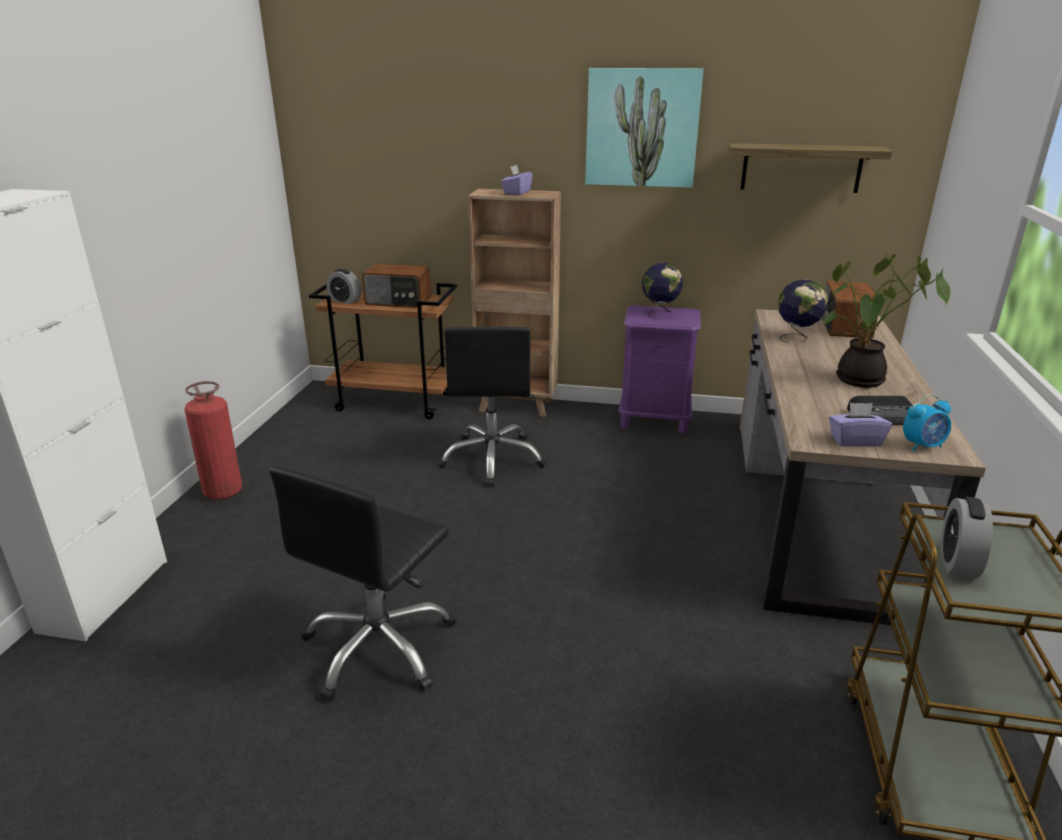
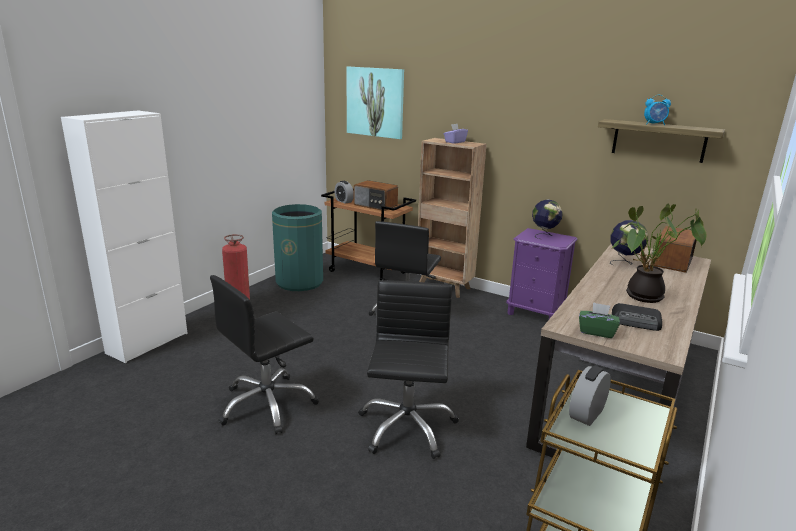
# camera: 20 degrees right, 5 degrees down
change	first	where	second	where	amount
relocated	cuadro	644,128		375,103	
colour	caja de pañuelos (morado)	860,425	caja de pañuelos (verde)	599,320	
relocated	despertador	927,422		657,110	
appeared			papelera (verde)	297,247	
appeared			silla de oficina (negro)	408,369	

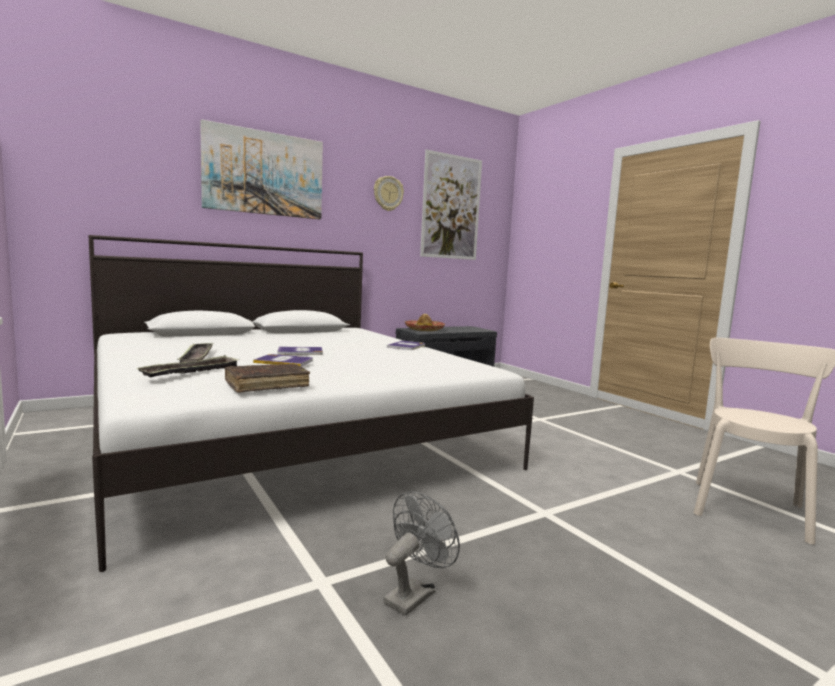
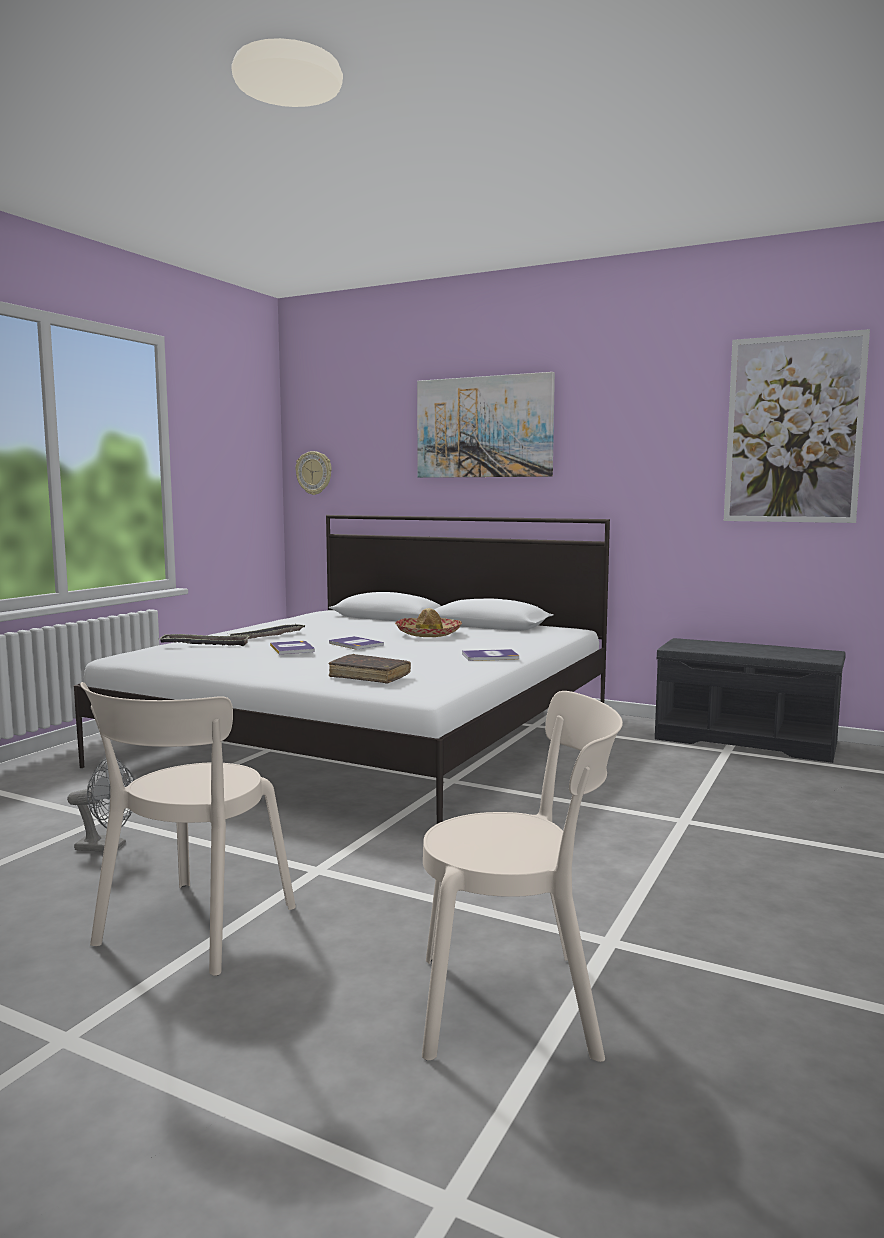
# camera: 60 degrees right, 0 degrees up
change	first	where	second	where	amount
relocated	libro (marrón)	267,378		370,669	
relocated	reloj de pared	389,193		313,473	
relocated	sombrero	424,322		428,622	
appeared			silla (beis)	188,829	

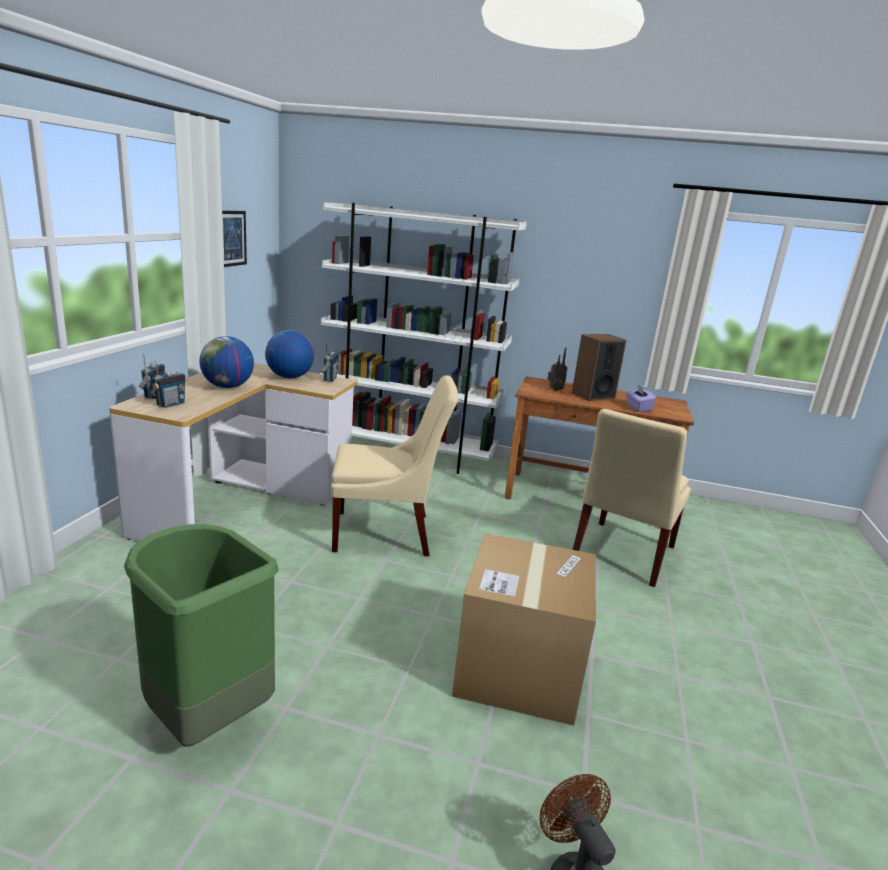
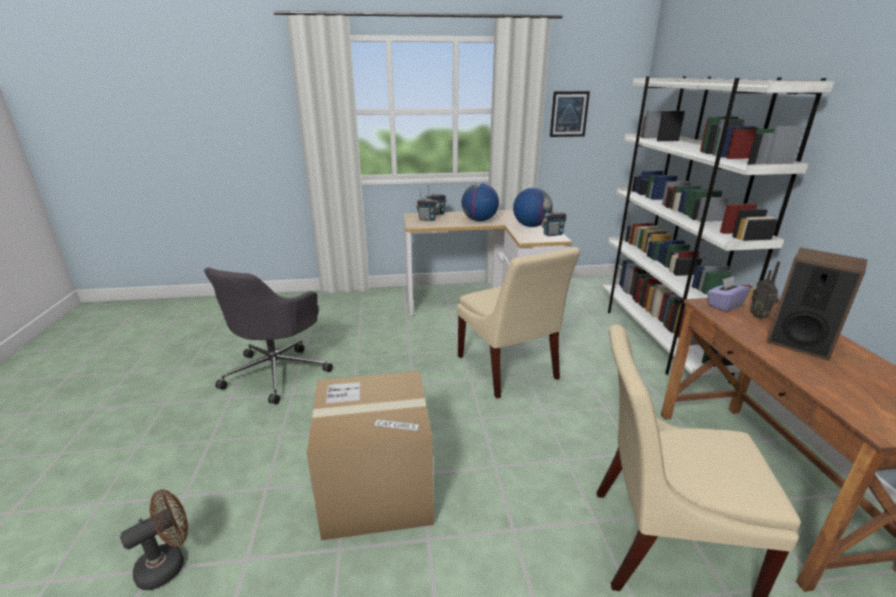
# camera: 70 degrees right, 5 degrees up
change	first	where	second	where	amount
exchanged	papelera (verde)	201,635	silla de oficina (gris)	268,336	
relocated	caja de pañuelos (morado)	641,398		729,294	

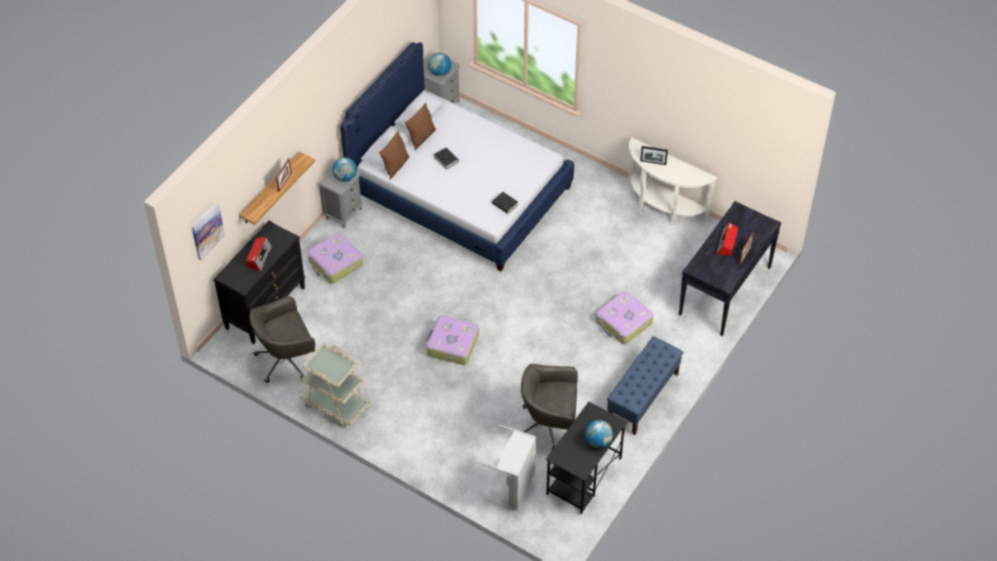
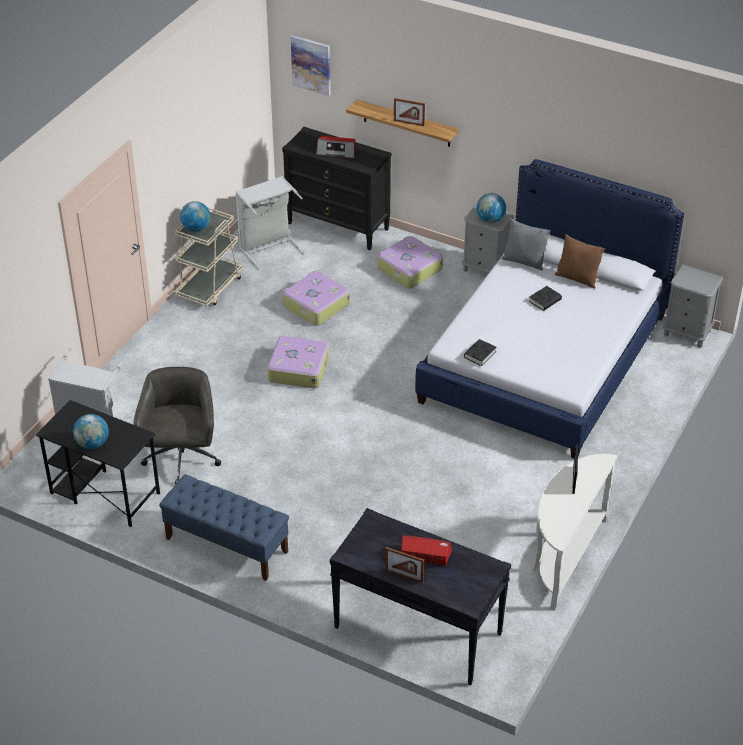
# camera: 85 degrees right, 10 degrees down
change	first	where	second	where	amount
exchanged	silla de oficina (gris)	282,339	cesto de la ropa (gris)	270,223	
colour	cojín (marrón)	394,155	cojín (gris)	526,244	
relocated	globo terráqueo	439,64		195,216	
relocated	maleta	625,317		316,298	

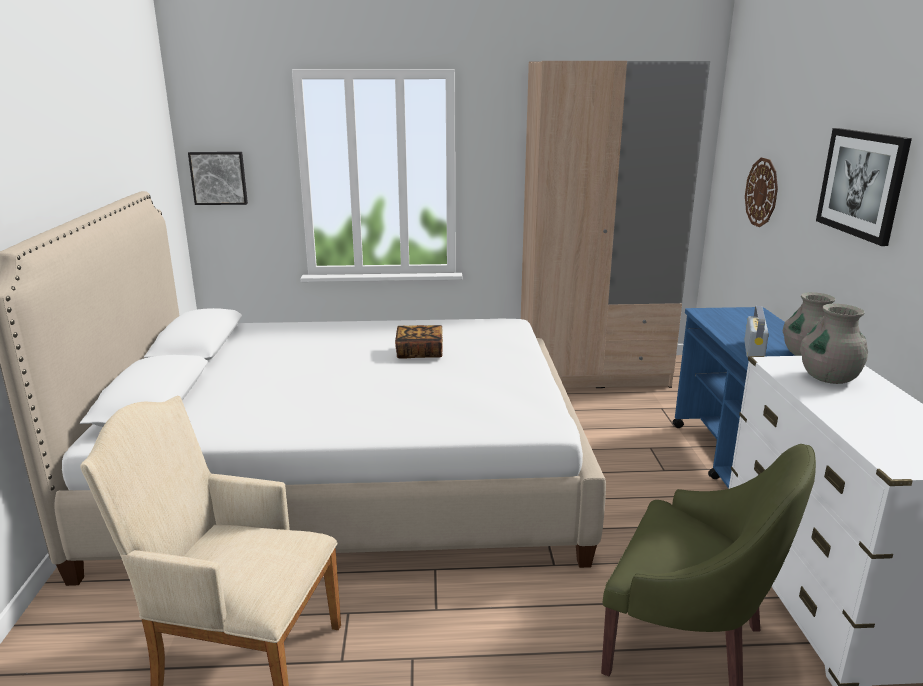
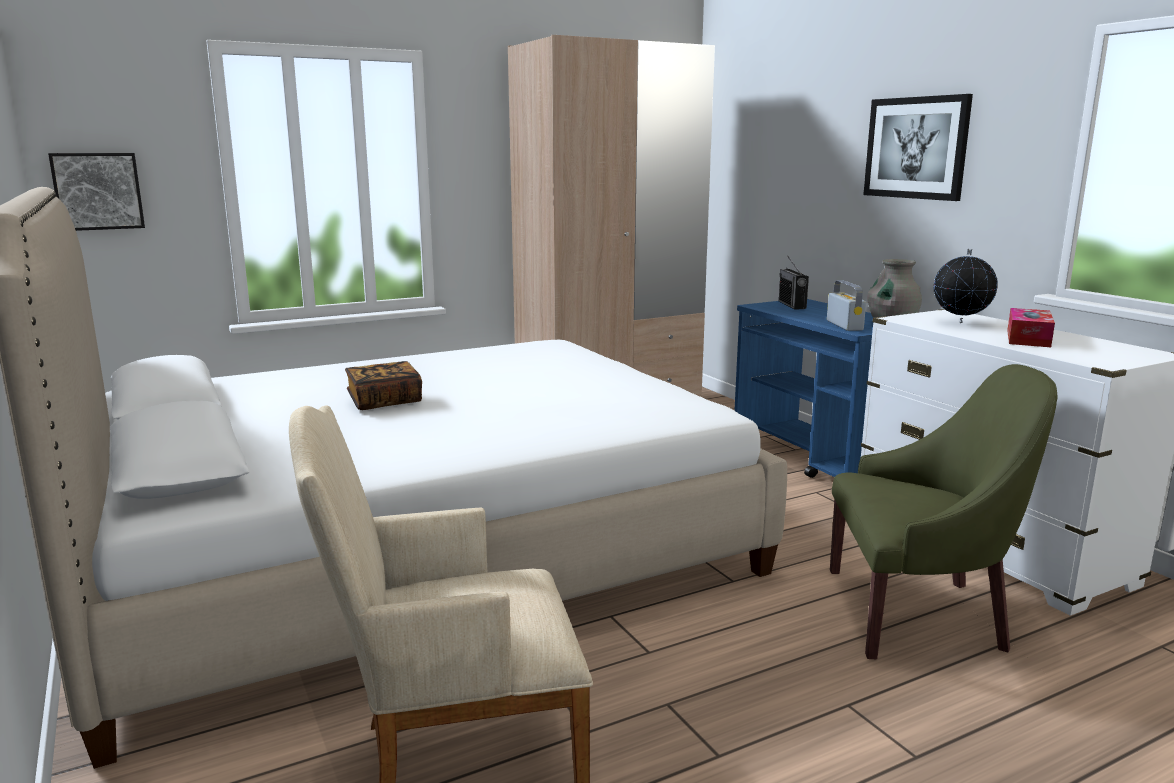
# camera: 25 degrees left, 5 degrees down
change	first	where	second	where	amount
relocated	libro	419,342		383,385	
missing	reloj de pared	761,192			
exchanged	florero (gris)	834,344	globo terráqueo	966,286	
appeared			radio	794,282	
appeared			caja de pañuelos	1031,327	

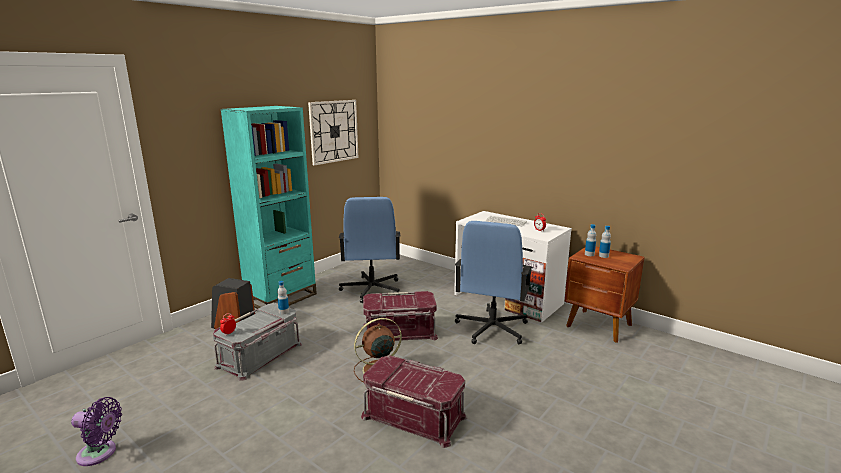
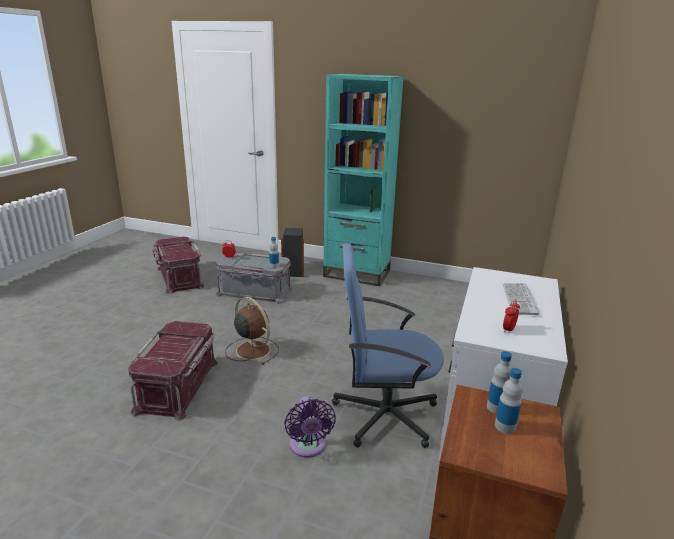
# camera: 70 degrees right, 5 degrees up
change	first	where	second	where	amount
relocated	ventilador (morado)	96,431		310,427	
missing	reloj de pared	333,133			
missing	silla de oficina (azul)	369,250			
relocated	caja de almacenaje (rojo)	400,316		178,265	

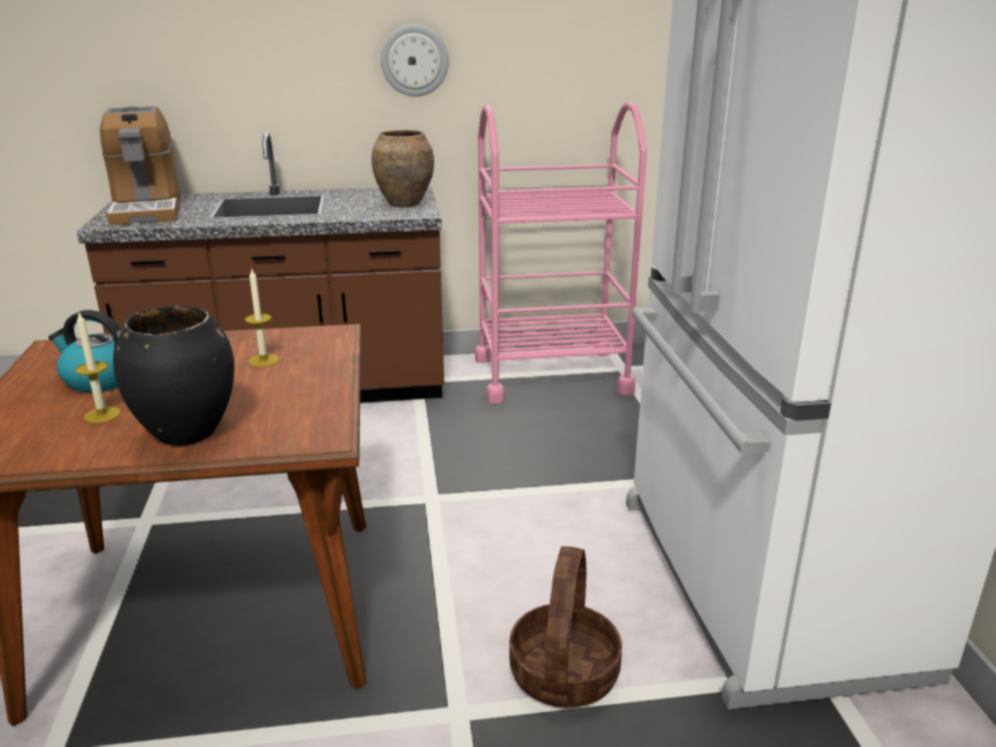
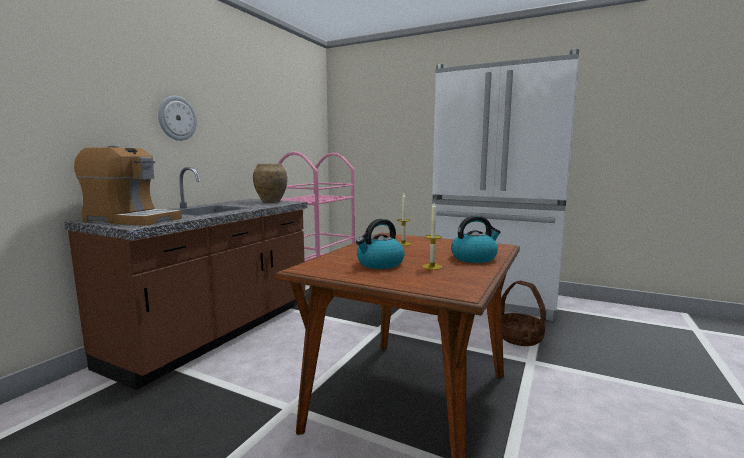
# camera: 55 degrees left, 15 degrees down
change	first	where	second	where	amount
exchanged	florero (negro)	173,375	hervidor	476,239	
relocated	reloj de pared	415,60		177,118	

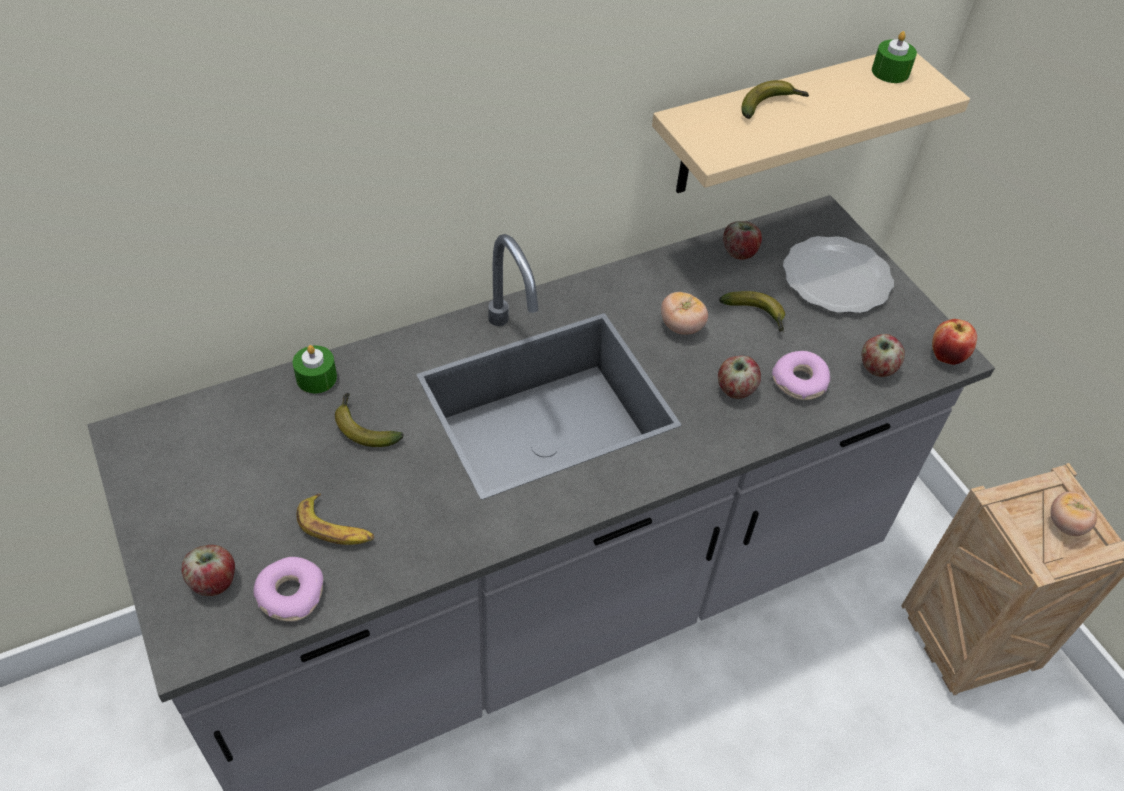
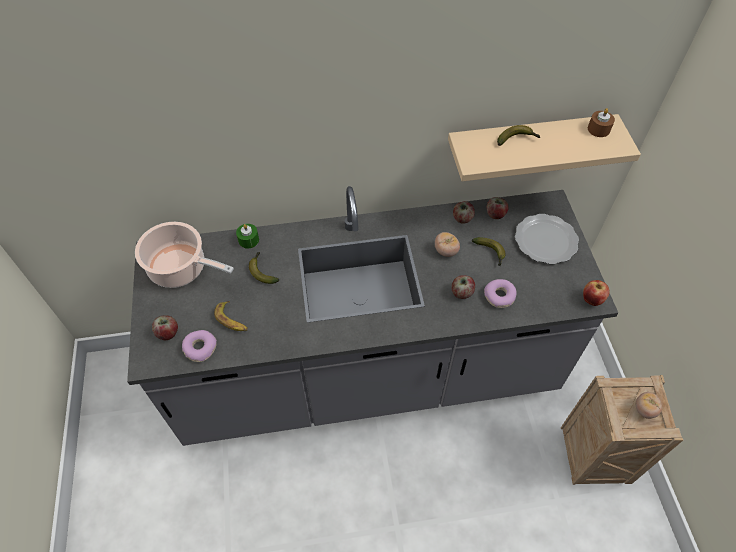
# camera: 20 degrees right, 5 degrees up
change	first	where	second	where	amount
relocated	manzana	883,355		464,212	
colour	vela (verde)	894,57	vela (marrón)	601,122	
appeared			olla	184,255	

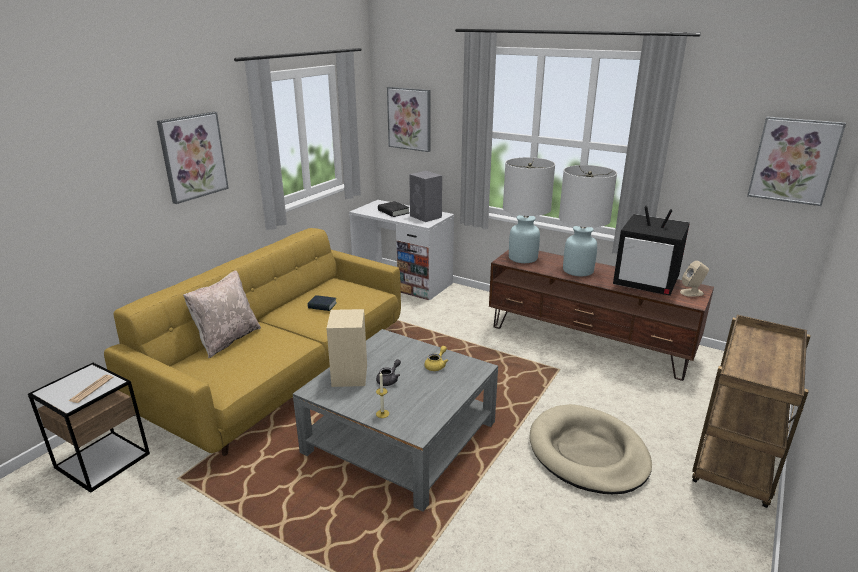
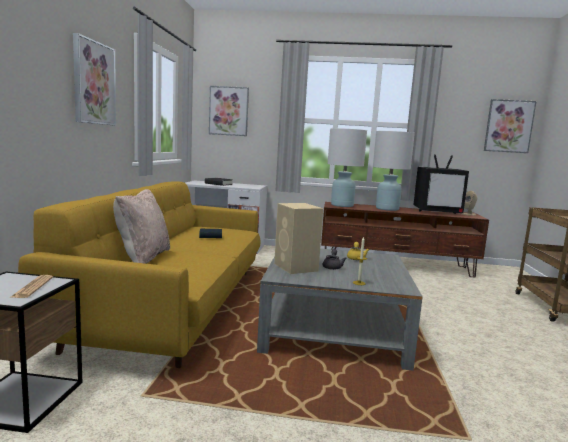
# camera: 25 degrees left, 15 degrees down
change	first	where	second	where	amount
missing	altavoz (gris)	425,196			
missing	cama para perro (beis)	591,449			

